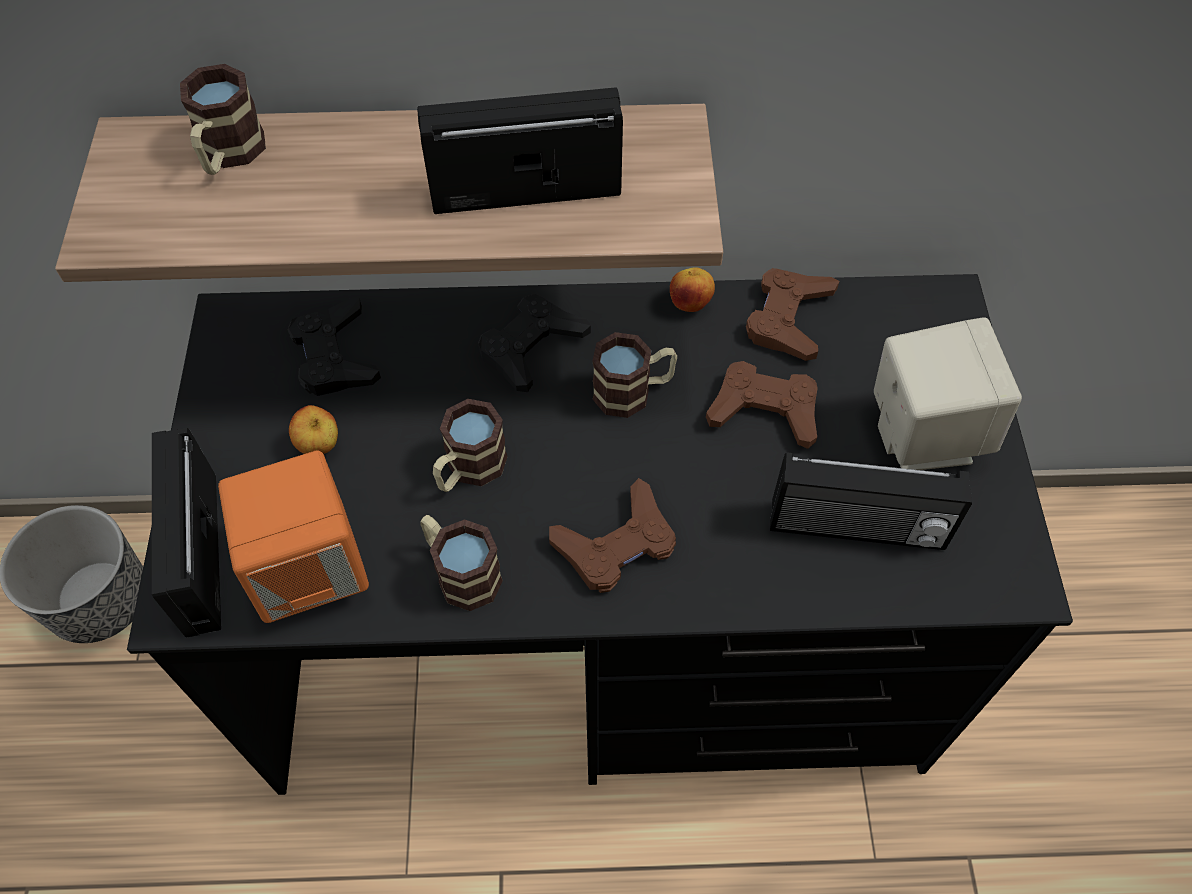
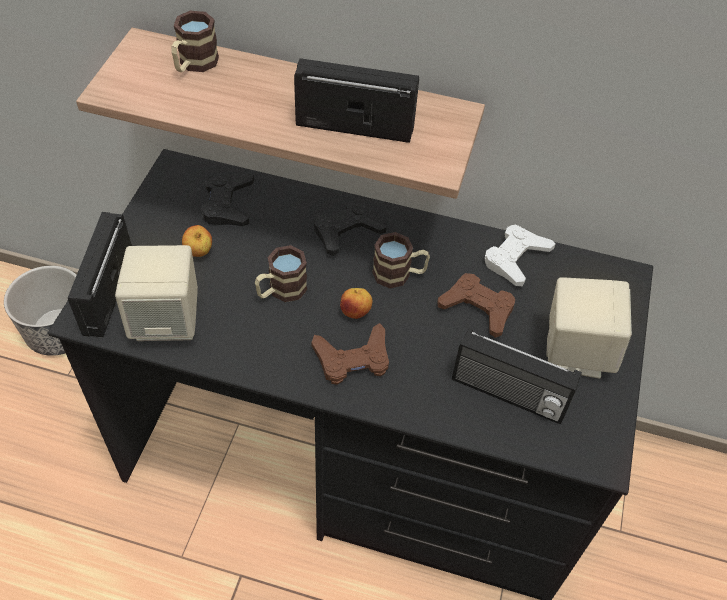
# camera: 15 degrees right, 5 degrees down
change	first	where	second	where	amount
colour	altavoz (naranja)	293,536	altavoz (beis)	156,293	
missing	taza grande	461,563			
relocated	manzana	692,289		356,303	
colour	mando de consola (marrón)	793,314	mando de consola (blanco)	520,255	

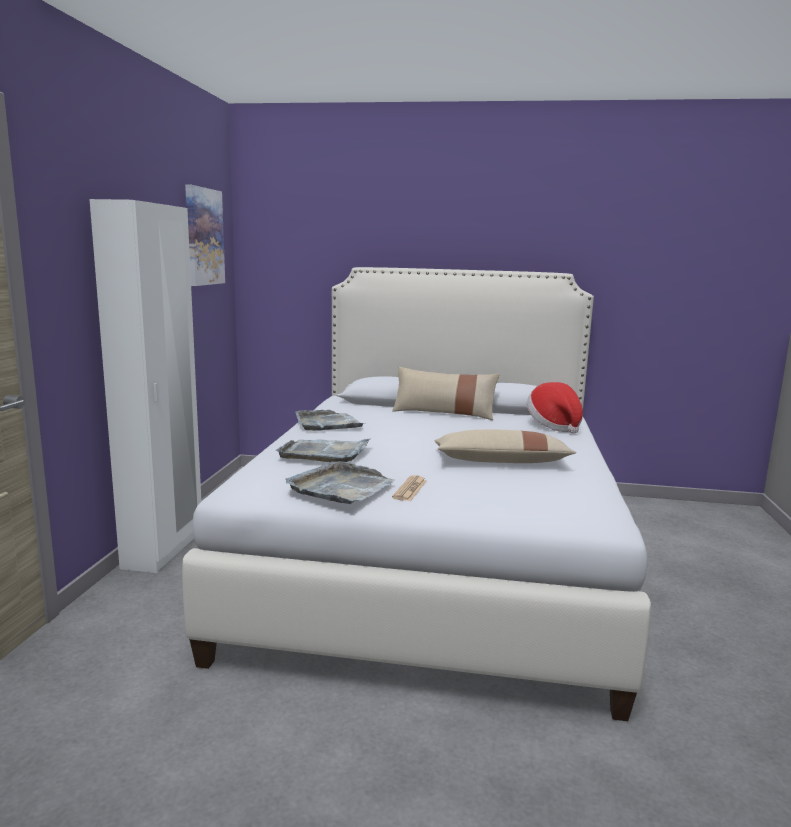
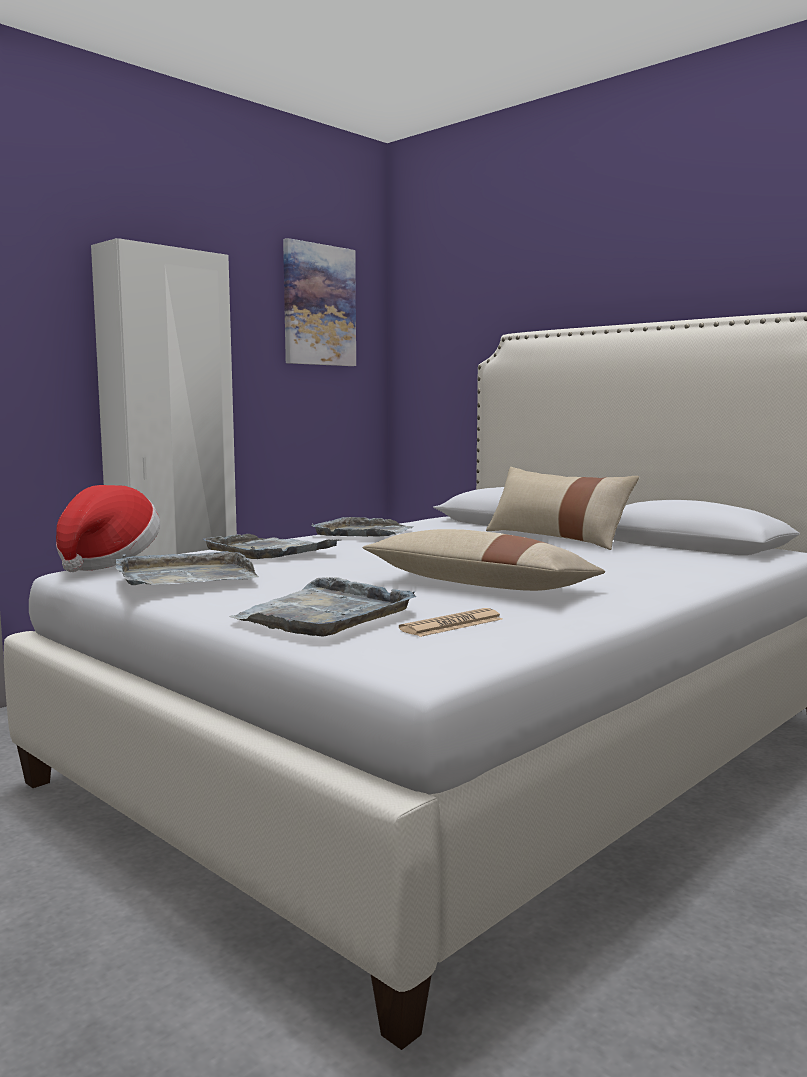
# camera: 35 degrees right, 5 degrees down
change	first	where	second	where	amount
relocated	periódico	409,488		450,622	
relocated	sombrero	555,408		108,528	
appeared			bandeja (gris)	322,606	

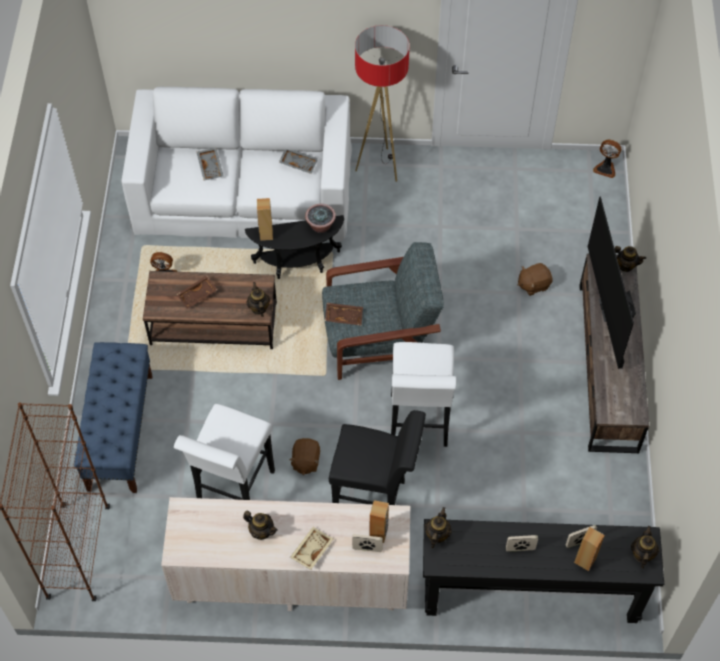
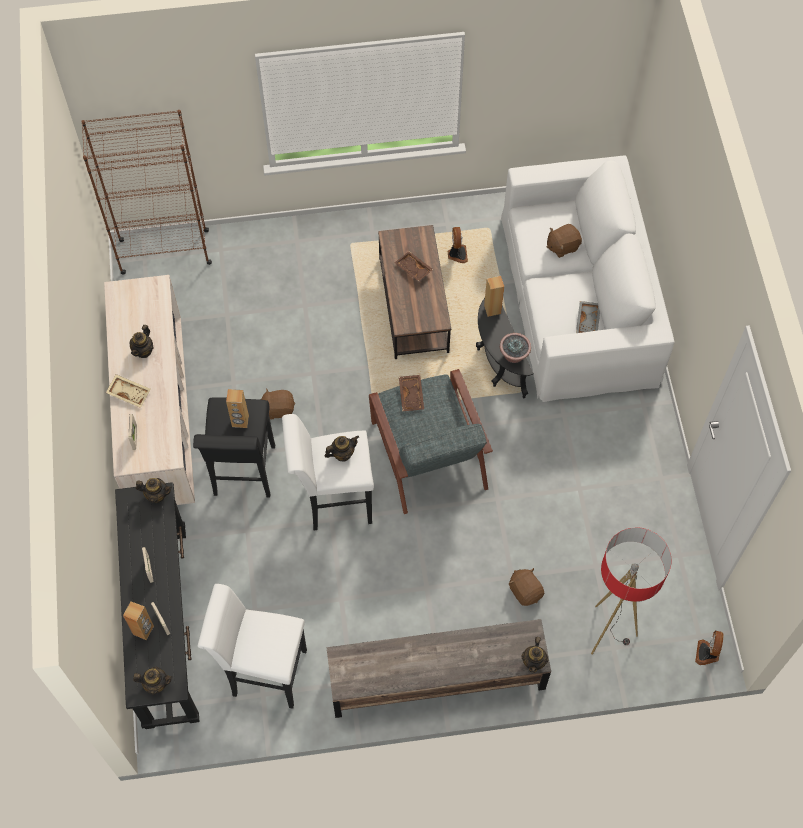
# camera: 80 degrees right, 5 degrees up
change	first	where	second	where	amount
missing	banco (azul)	113,417			
relocated	taburete (blanco)	224,452		252,646	
exchanged	bandeja (gris)	210,164	peluche (marrón)	564,241	
relocated	tetera	258,299		342,448	
relocated	lámpara de pie	382,103		631,591	
relocated	altavoz (marrón)	379,521		237,408	
missing	televisor	612,283			

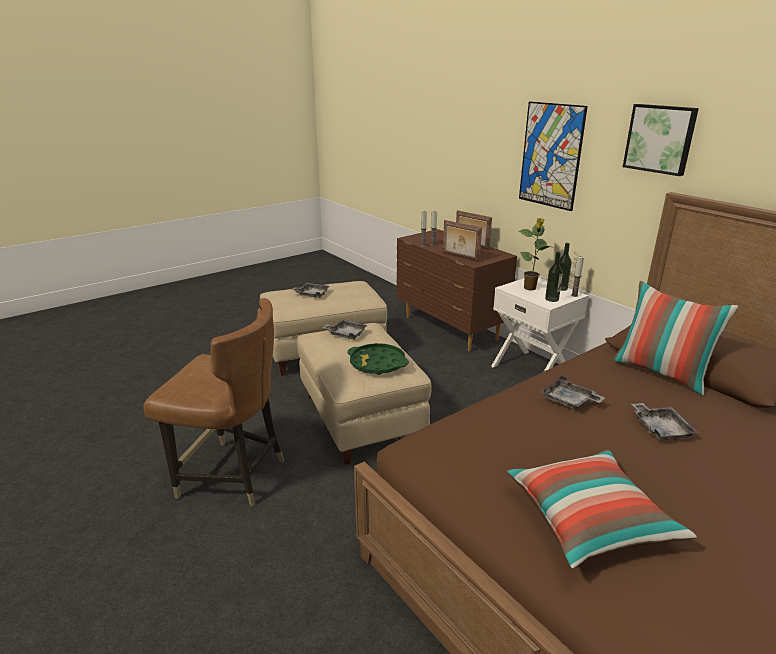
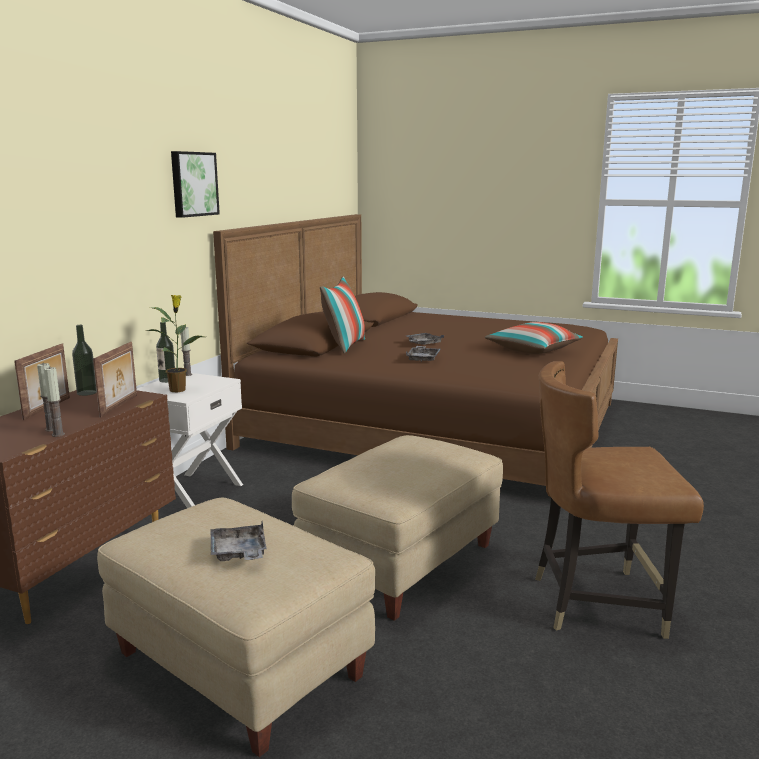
# camera: 120 degrees left, 10 degrees down
change	first	where	second	where	amount
spun	silla (marrón)	213,402		619,500	75 degrees counterclockwise
missing	bandeja (gris)	345,329			
missing	bandeja (verde)	378,359			
missing	cuadro	553,156			
relocated	botella	554,277		84,360	

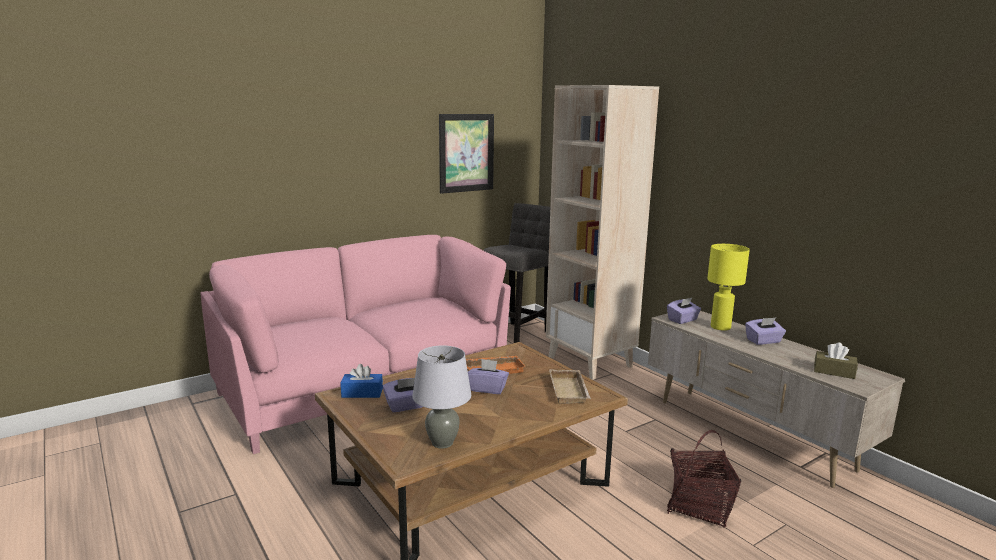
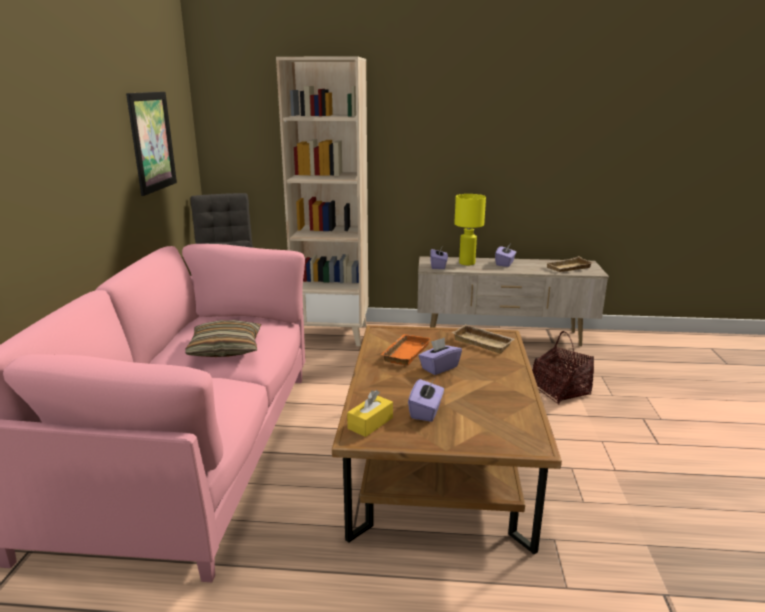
# camera: 50 degrees left, 5 degrees up
change	first	where	second	where	amount
colour	caja de pañuelos (azul)	361,381	caja de pañuelos (amarillo)	370,413	
missing	lámpara de mesa (gris)	441,397			
exchanged	caja de pañuelos (marrón)	836,360	bandeja (beis)	569,264	
appeared			cojín	223,338	

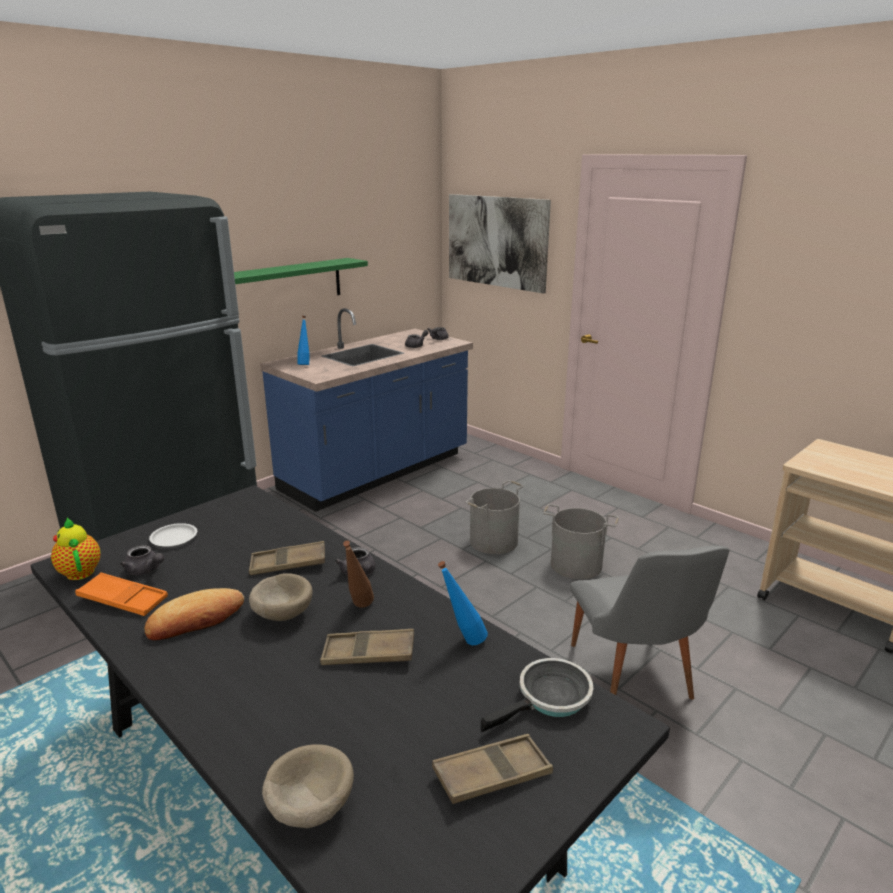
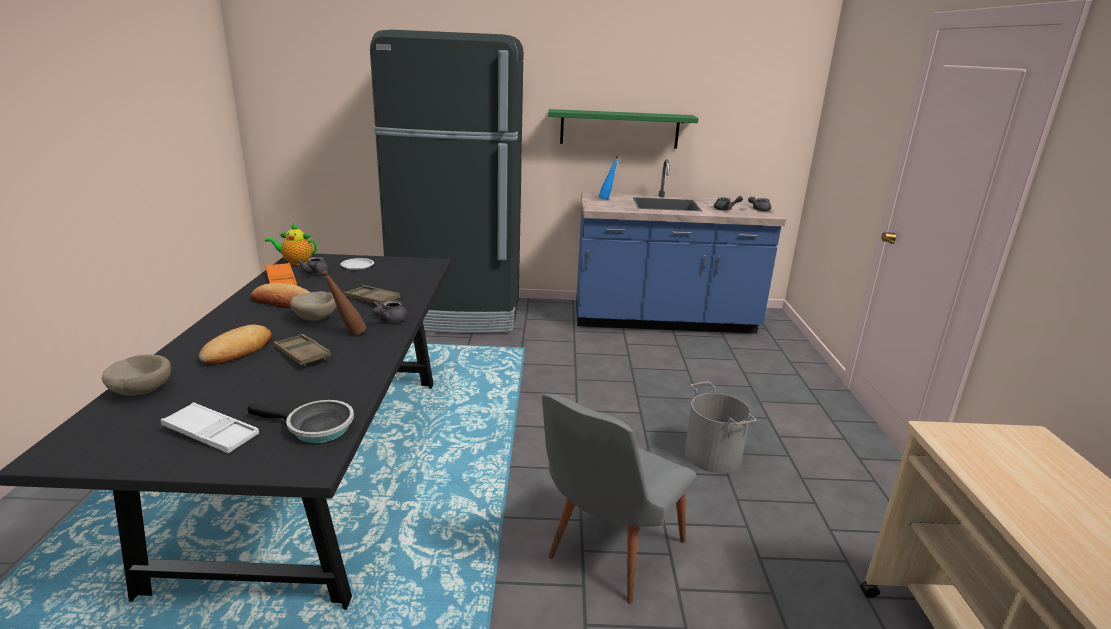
# camera: 45 degrees right, 0 degrees up
change	first	where	second	where	amount
spun	tetera	75,548		291,244	105 degrees counterclockwise
colour	bandeja (marrón)	492,769	bandeja (blanco)	210,427	
missing	botella (azul)	463,603			
missing	cuadro	500,244			
missing	cubo (gris)	495,517			
appeared			pan	235,345	

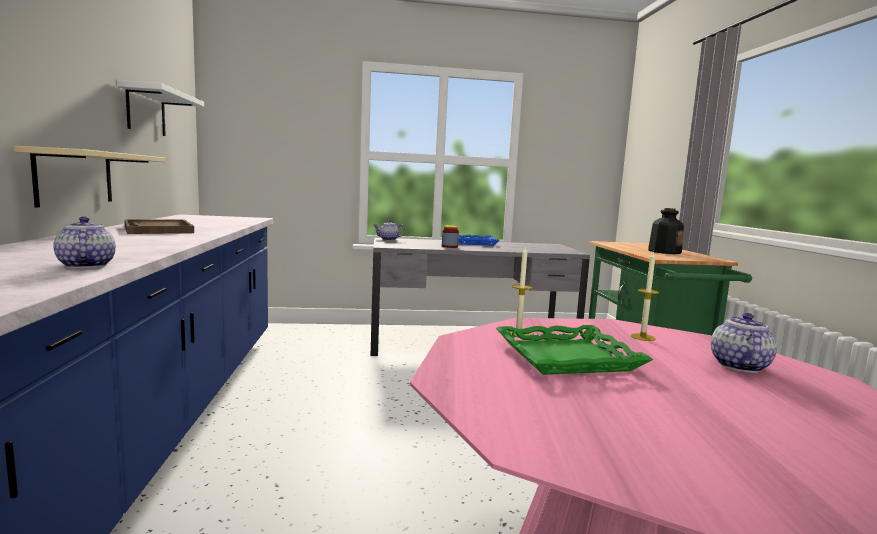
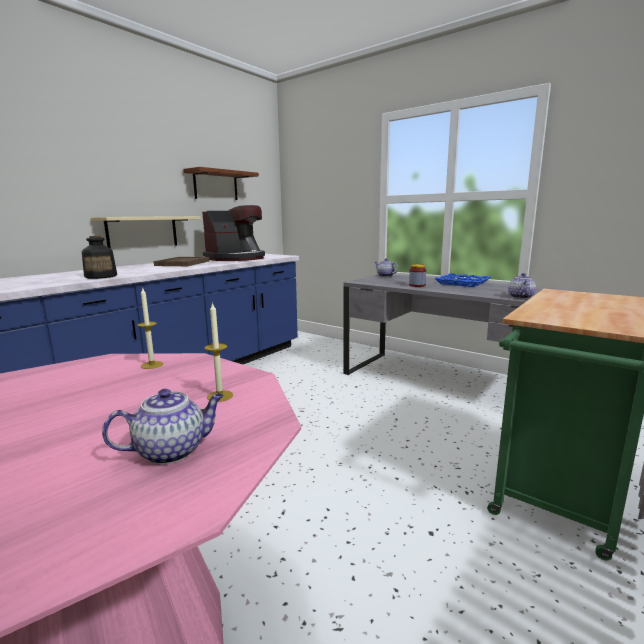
# camera: 45 degrees right, 5 degrees up
change	first	where	second	where	amount
relocated	tetera	85,242		522,286	
colour	estante (blanco)	160,108	estante (marrón)	221,183	
missing	bandeja (verde)	574,350			
relocated	botella	666,231		99,257	
appeared			cafetera	233,233	

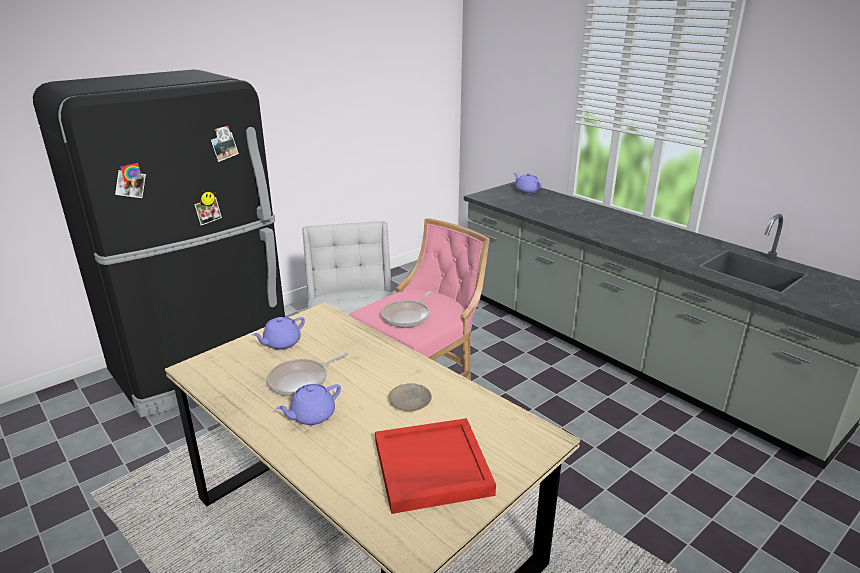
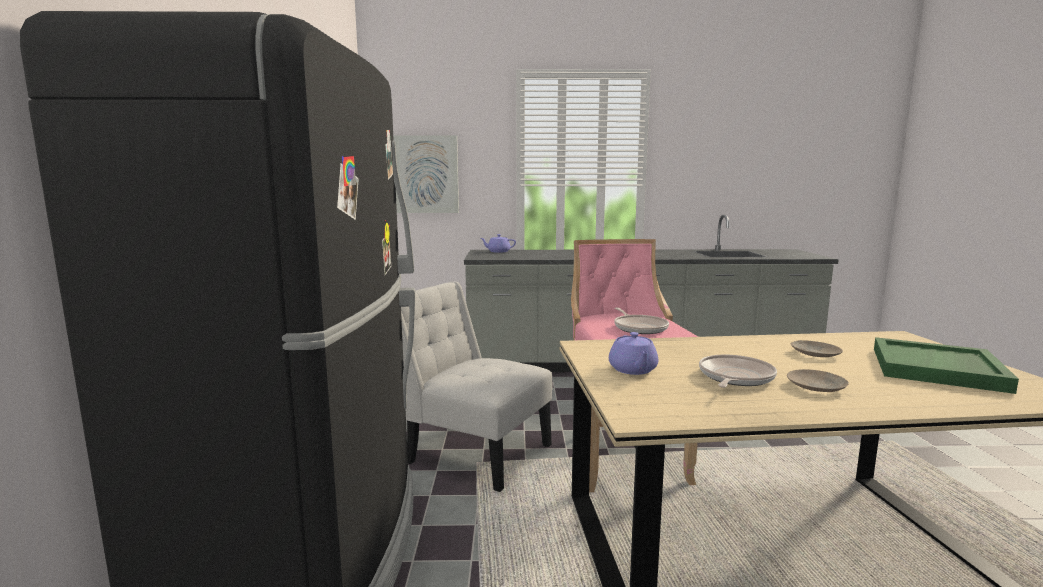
# camera: 50 degrees left, 15 degrees down
change	first	where	second	where	amount
spun	sartén	307,374		738,371	150 degrees counterclockwise
exchanged	tetera (morado)	308,404	plato (beis)	818,380	
colour	bandeja (rojo)	435,466	bandeja (verde)	946,365	
appeared			cuadro	426,174	

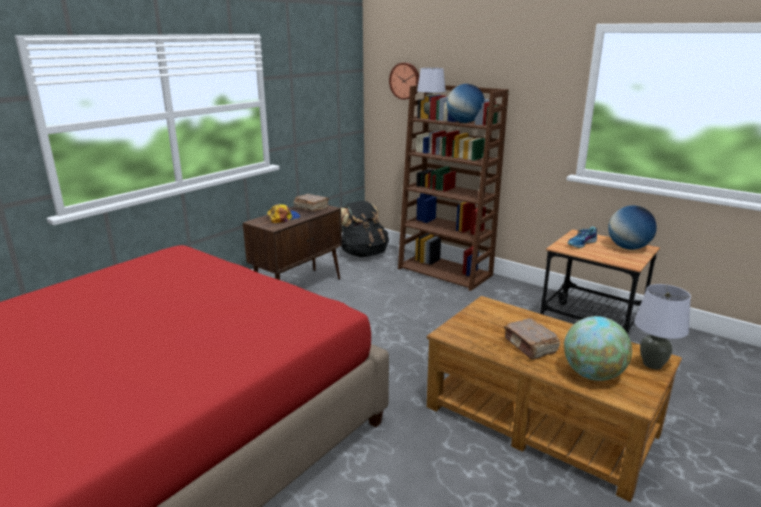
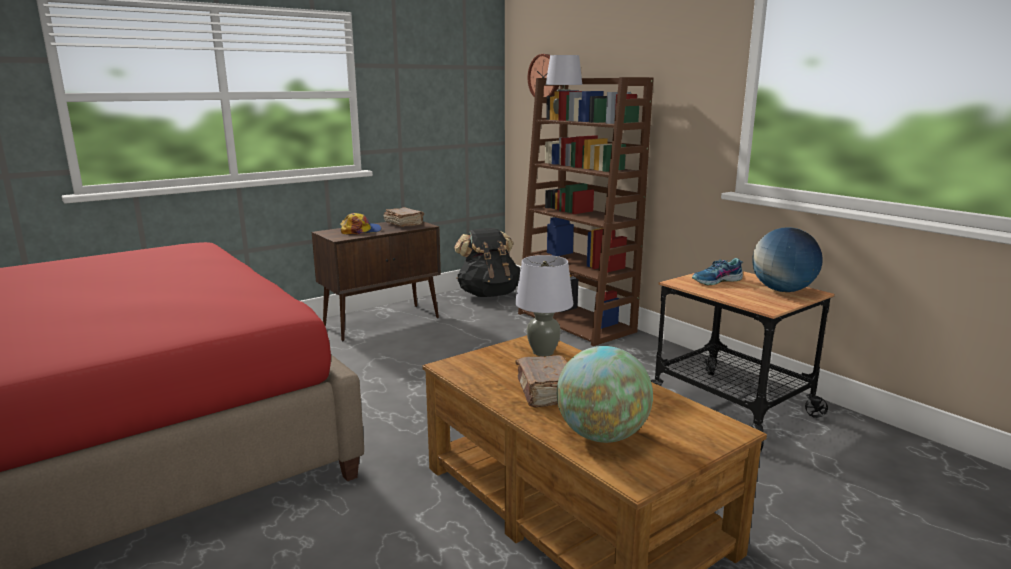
# camera: 15 degrees right, 5 degrees down
change	first	where	second	where	amount
missing	globo terráqueo	466,103			
relocated	lámpara de mesa (gris)	662,326		544,305	

